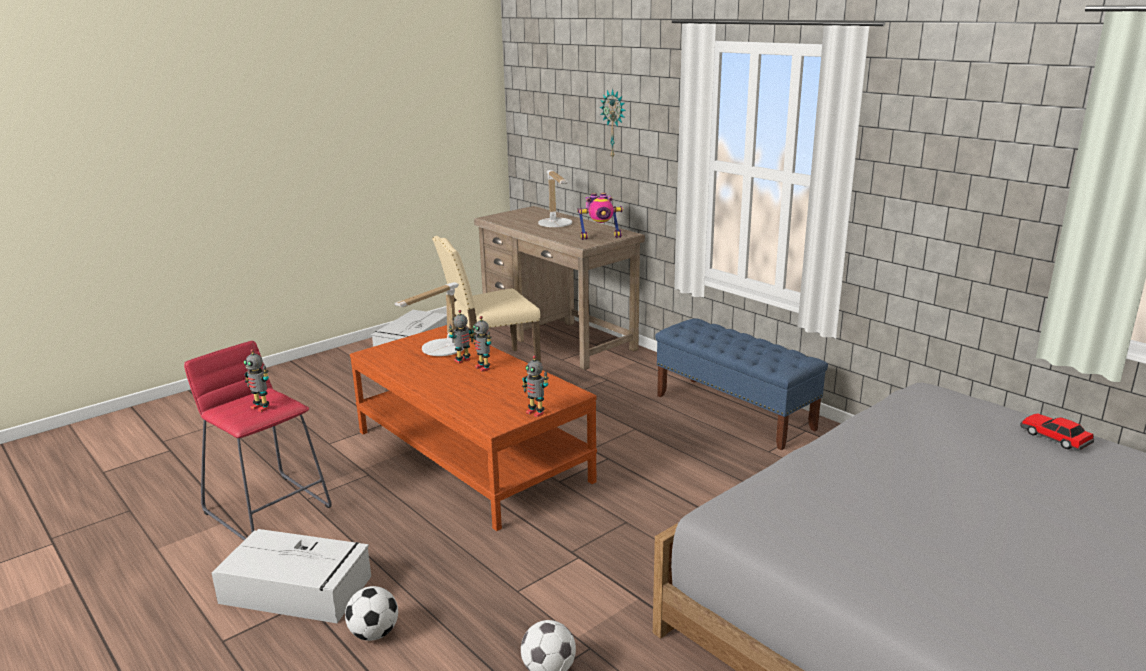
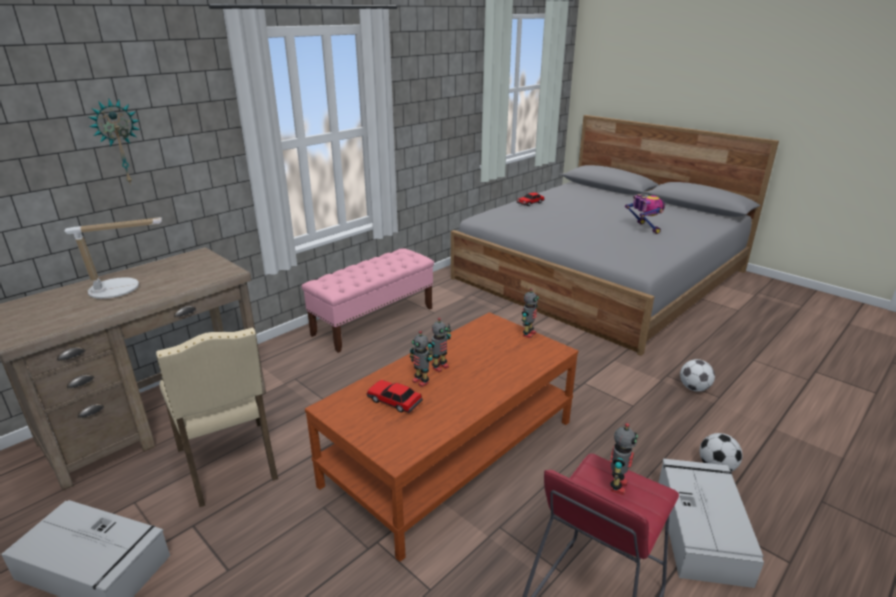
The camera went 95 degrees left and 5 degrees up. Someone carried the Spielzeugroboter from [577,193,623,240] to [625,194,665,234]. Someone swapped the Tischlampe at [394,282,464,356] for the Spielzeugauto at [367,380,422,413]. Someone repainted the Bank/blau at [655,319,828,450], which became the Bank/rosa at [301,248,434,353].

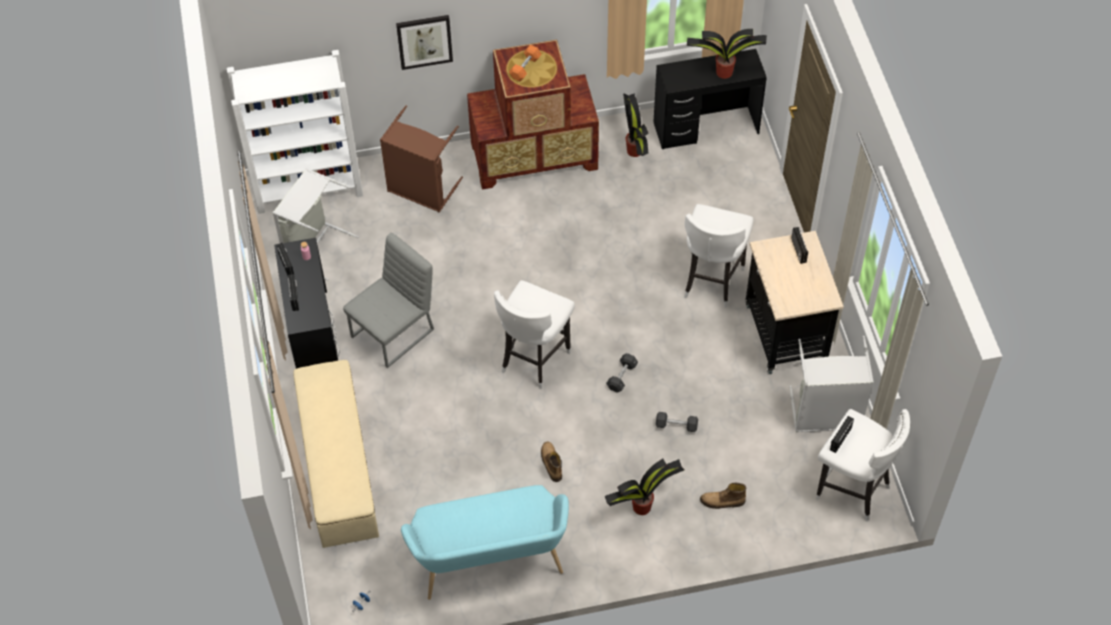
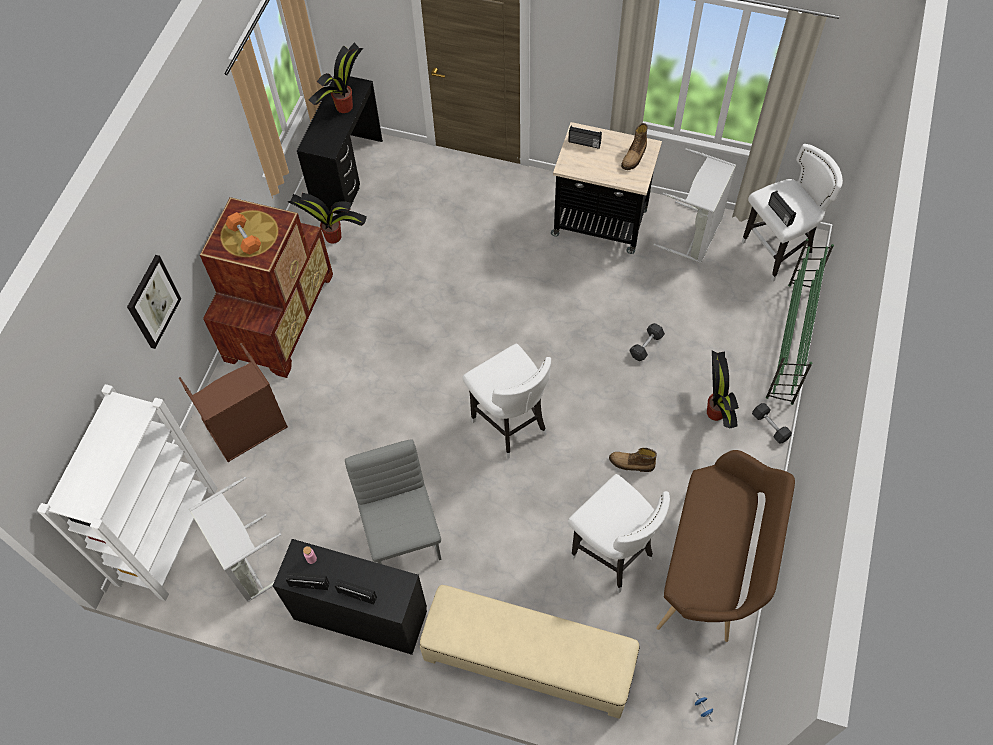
The camera went 60 degrees left and 5 degrees up. Someone carried the Hocker/weiß from [684,204,754,308] to [568,474,670,593]. Someone carried the Hantel/grau from [606,353,638,393] to [752,403,792,444]. Someone carried the Stiefel from [700,483,746,509] to [621,123,648,170]. Someone repainted the Bank/türkis at [401,485,569,600], which became the Bank/braun at [656,450,795,642]. Someone put down the Schuhregal/grün at [766,238,834,405].

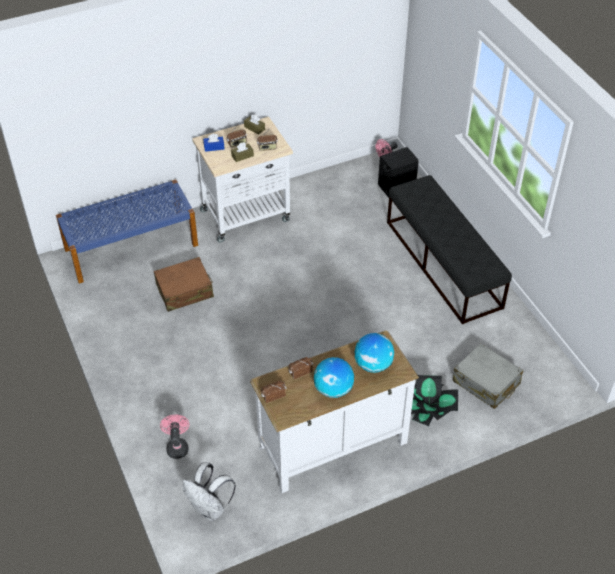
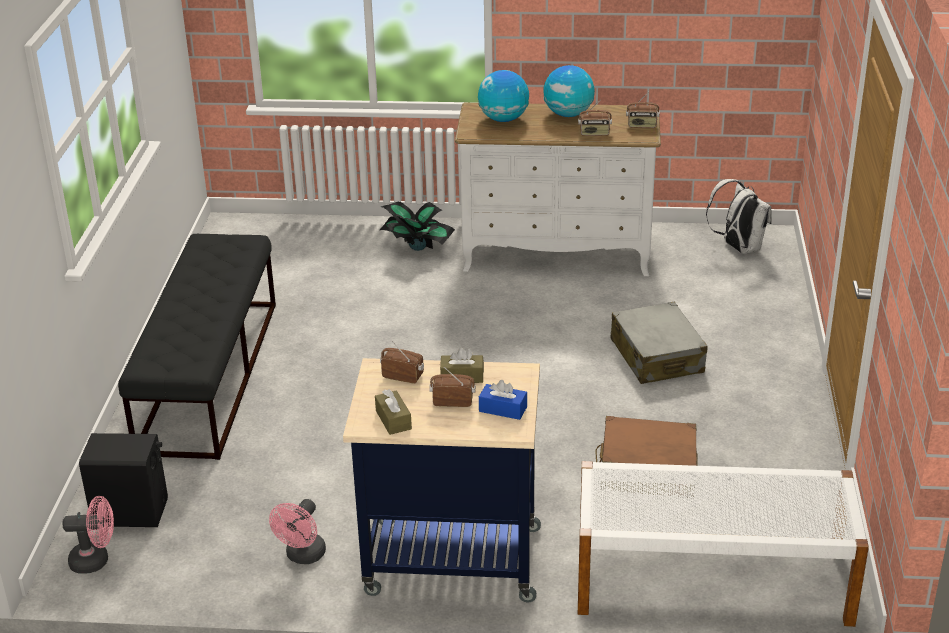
The camera went 150 degrees left and 15 degrees down. Someone repainted the Rollwagen/weiß at [192,117,293,243], which became the Rollwagen/blau at [343,358,541,602]. Someone repainted the Bank/blau at [56,179,198,284], which became the Bank/weiß at [578,461,869,627]. Someone carried the Koffer/grau from [453,343,523,409] to [610,302,708,384]. Someone carried the Ventilator/rosa from [160,415,189,459] to [269,499,326,564].

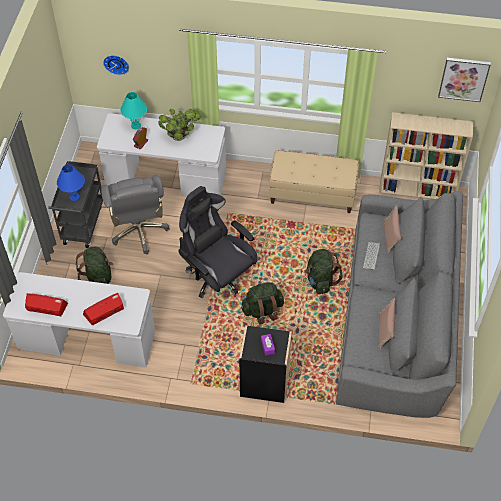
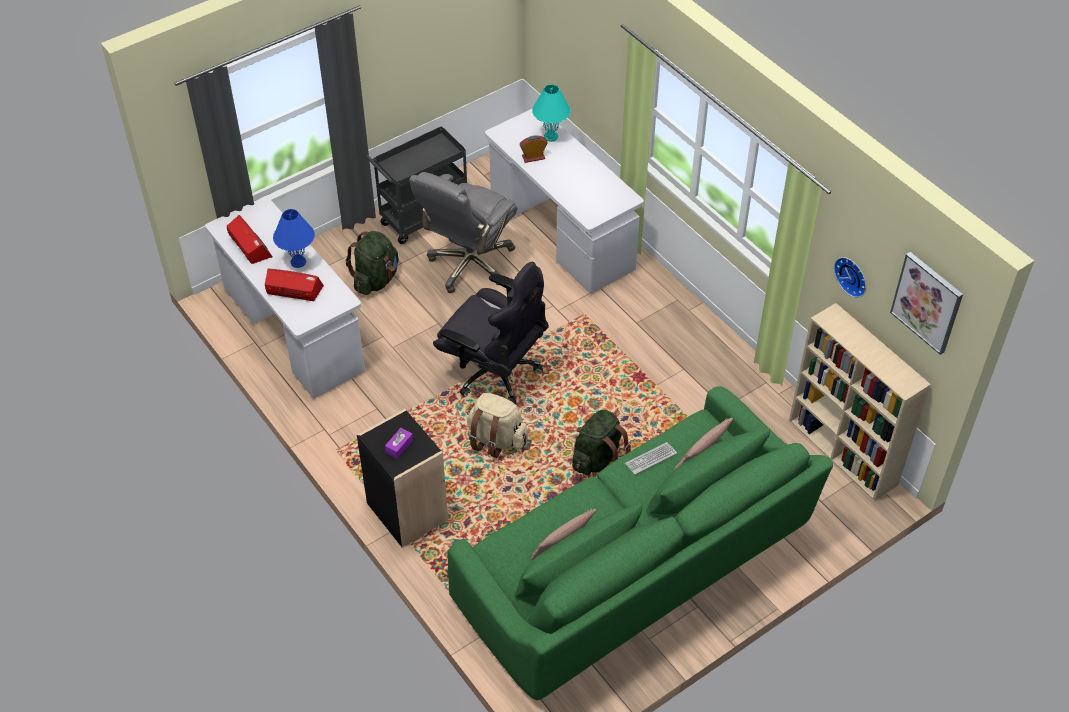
The camera went 45 degrees right and 5 degrees down. Someone carried the Wanduhr from [103,55,129,75] to [834,257,866,298]. Someone took away the Topfpflanze at [158,109,200,141]. Someone took away the Bank/beige at [269,150,359,213]. Someone carried the Tischlampe/blau from [57,164,85,201] to [273,209,315,268]. Someone rotated the Bürostuhl/schwarz at [178,186,258,298] by 120 degrees clockwise. Someone repainted the Sofa/grau at [336,191,463,418], which became the Sofa/grün at [448,386,833,700]. Someone repainted the Rucksack/grün at [241,282,284,324], which became the Rucksack/beige at [467,393,528,458].

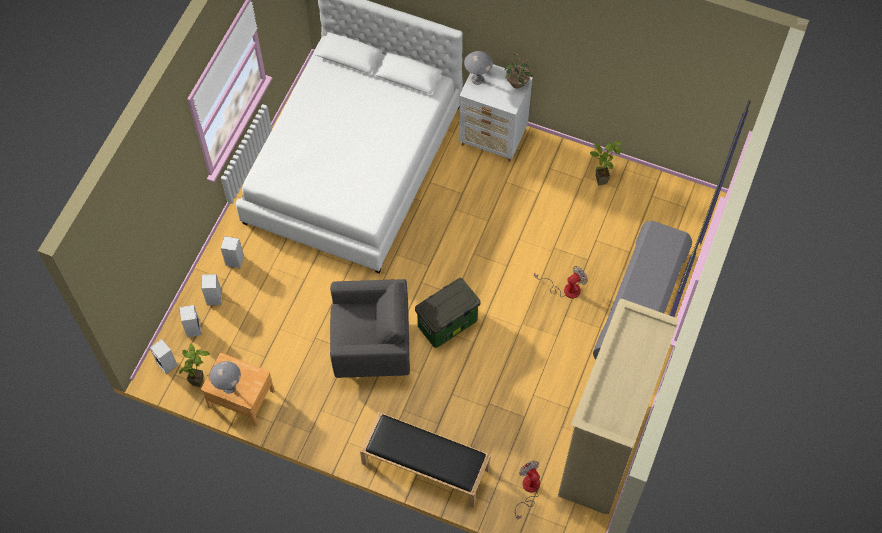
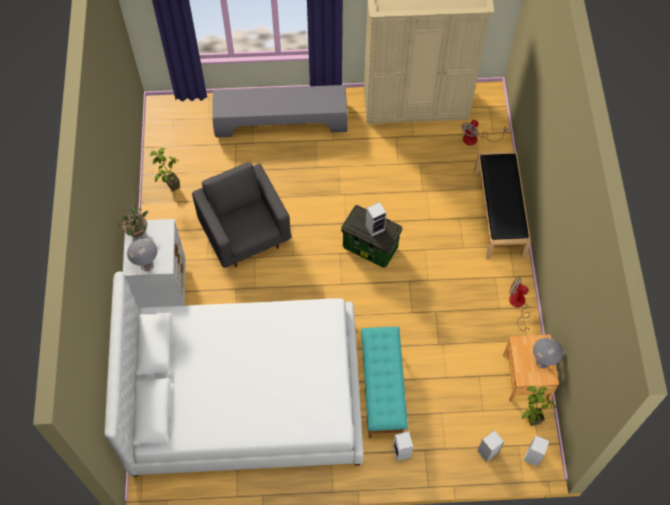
The camera went 115 degrees left and 0 degrees up. Someone carried the Ventilator from [534,266,588,298] to [509,277,530,331]. Someone carried the Lautsprecher from [201,274,222,306] to [365,202,387,236]. Someone carried the Sessel/grau from [330,279,410,378] to [192,162,291,268]. Someone put down the Bank/türkis at [361,327,408,439].

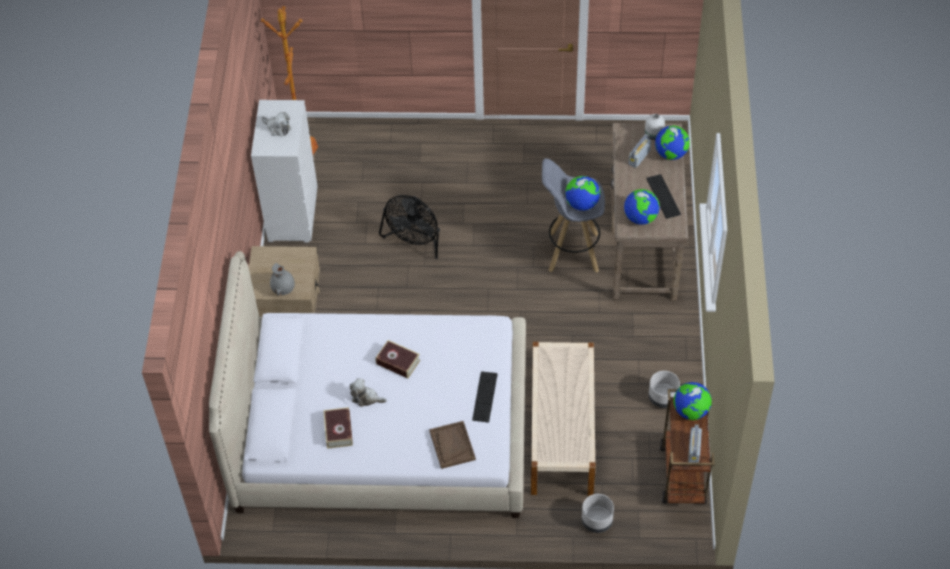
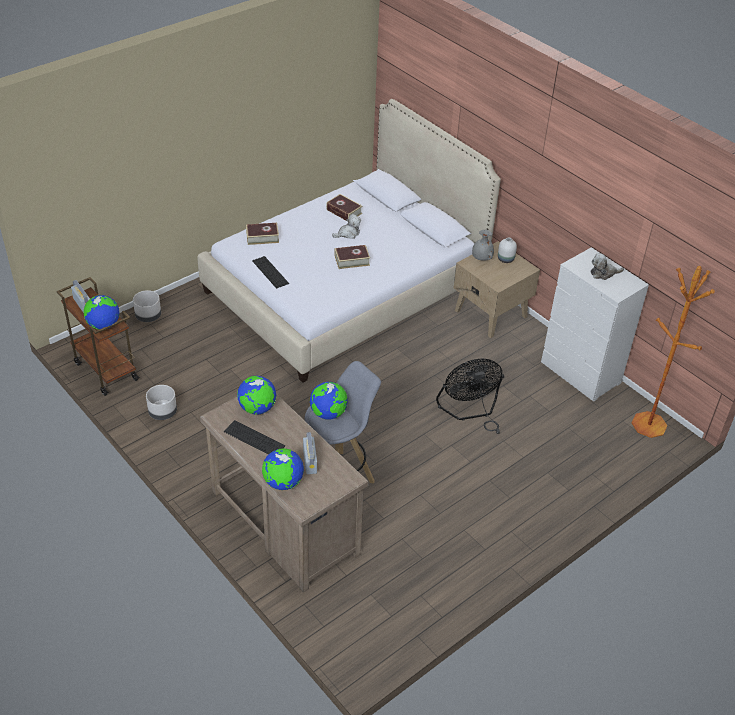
The camera went 135 degrees right and 10 degrees down. Someone carried the Vase/weiß from [645,114,665,140] to [498,237,517,263]. Someone took away the Bank/beige at [531,342,595,496]. Someone swapped the Tablett/braun at [429,421,476,469] for the Buch at [246,223,279,245].

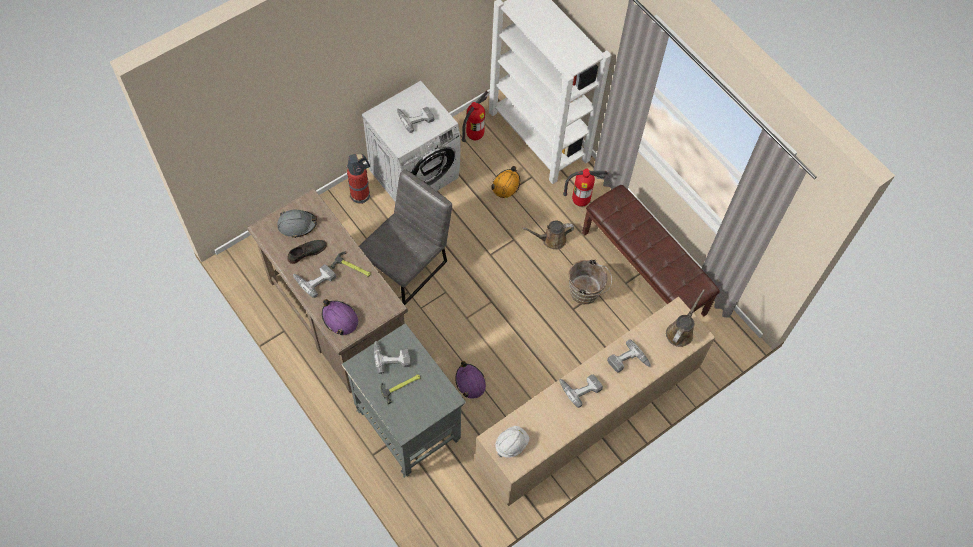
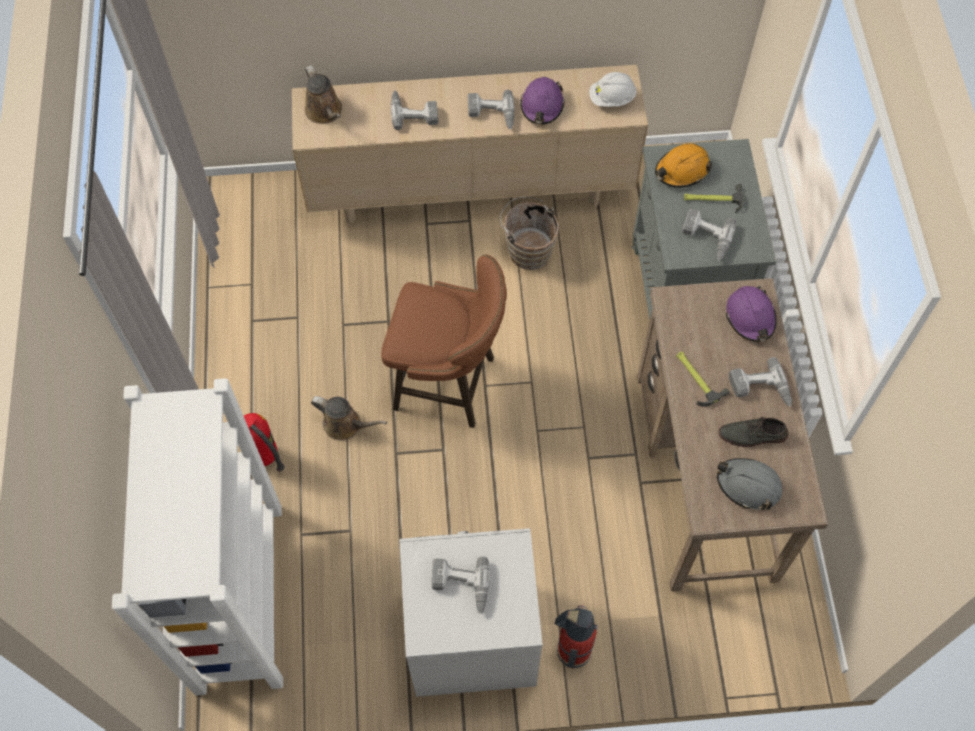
The camera went 145 degrees left and 0 degrees up. Someone took away the Feuerlöscher at [462,91,489,142]. Someone carried the Schutzhelm/orange from [491,166,520,198] to [655,144,712,188]. Someone took away the Stuhl/grau at [359,169,452,305]. Someone took away the Bank/braun at [582,185,720,317]. Someone carried the Eimer/braun from [568,260,612,304] to [500,197,559,270]. Someone rotated the Gießkanne/braun at [666,289,705,347] by 90 degrees counterclockwise. Someone carried the Schutzhelm/lila from [455,361,486,398] to [520,77,565,124]. Someone put down the Hocker/braun at [381,255,507,428].

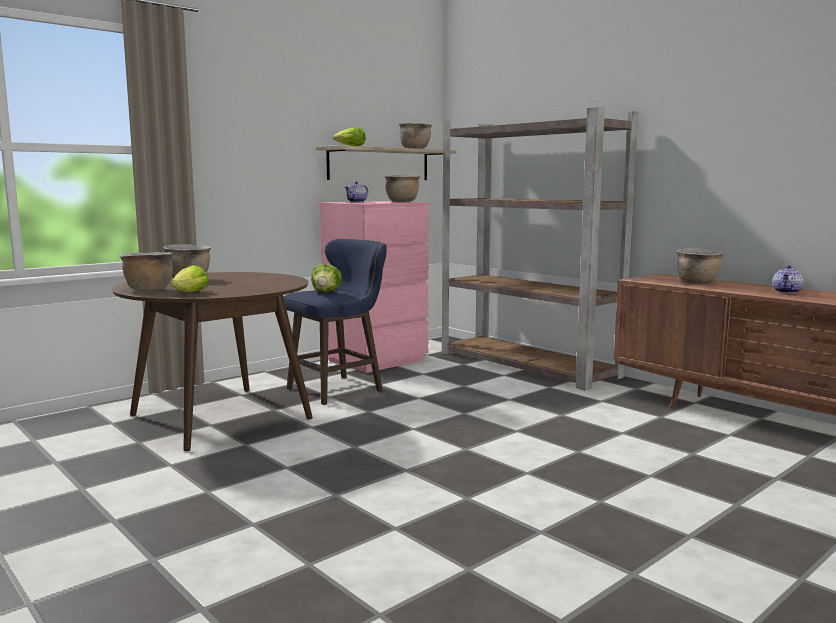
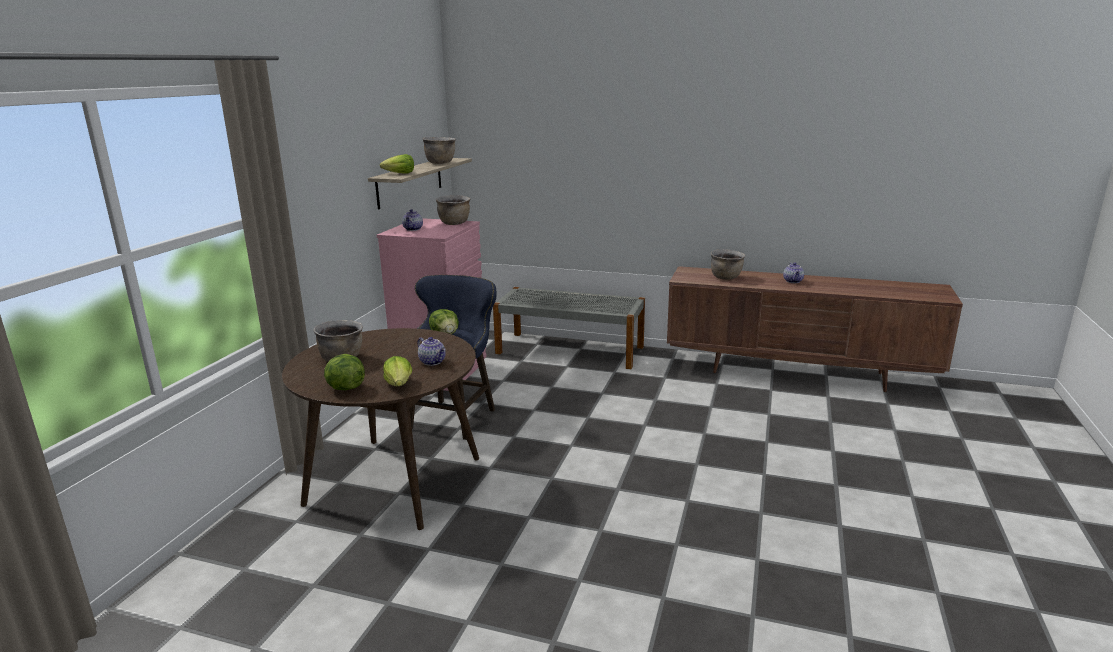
The camera went 30 degrees left and 10 degrees up. Someone swapped the Bücherregal/braun at [442,107,638,390] for the Bank/grau at [493,287,645,369]. Someone swapped the Kochtopf/braun at [120,252,173,291] for the Salatkopf at [324,354,365,390]. Someone put down the Teekanne at [418,337,446,366].

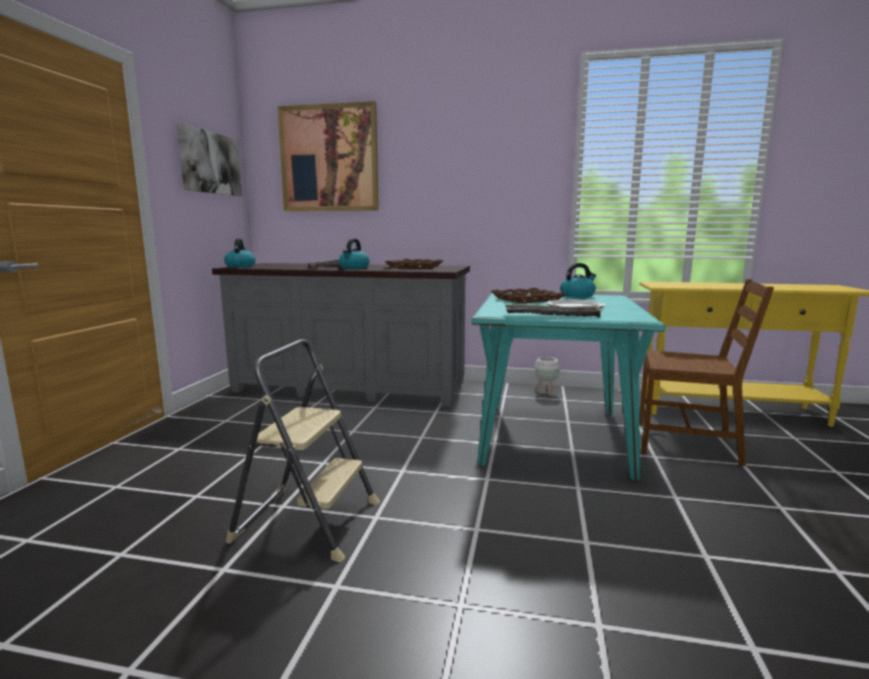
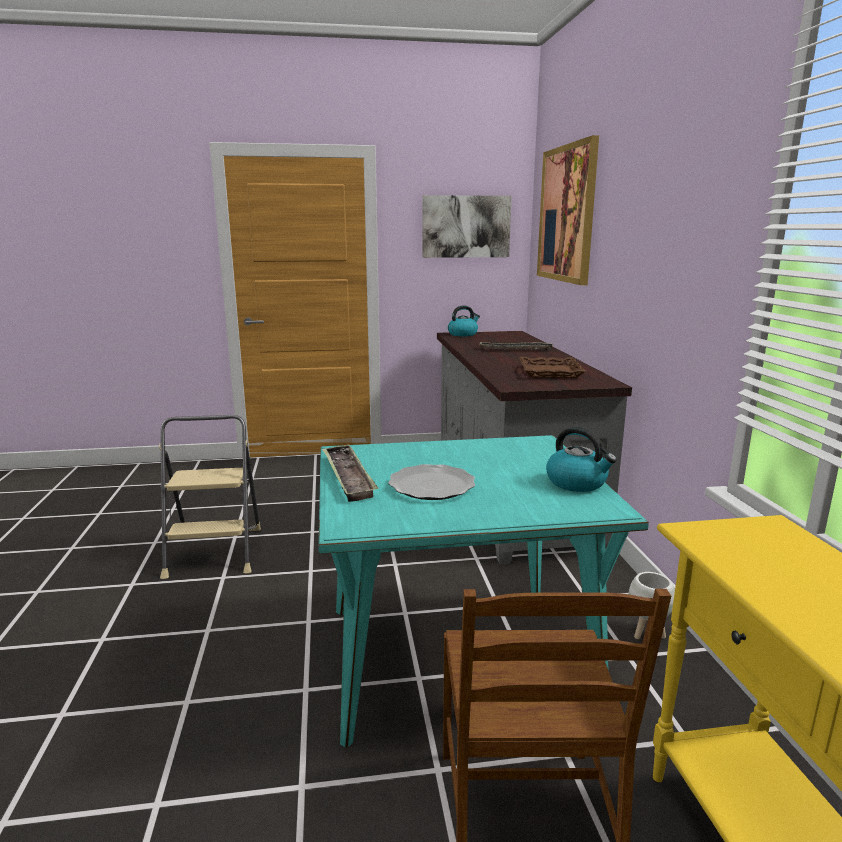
The camera went 70 degrees right and 5 degrees up. Someone took away the Wasserkessel at [339,238,370,269]. Someone took away the Tablett/braun at [491,288,566,304].

